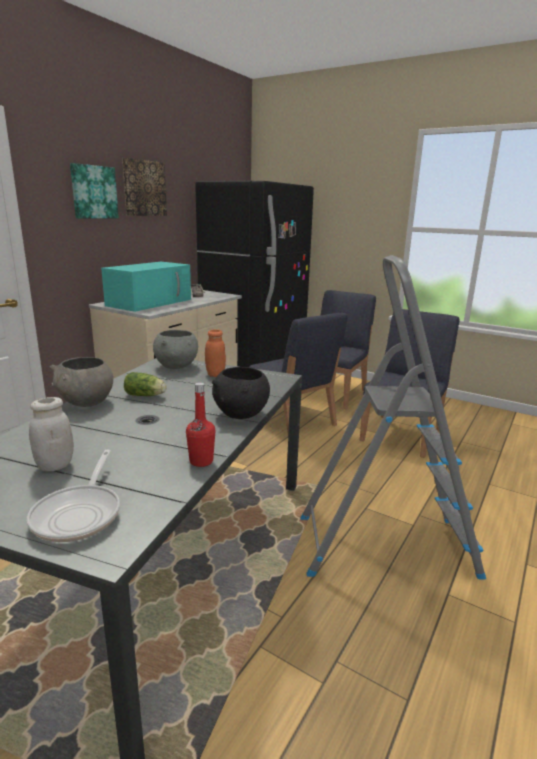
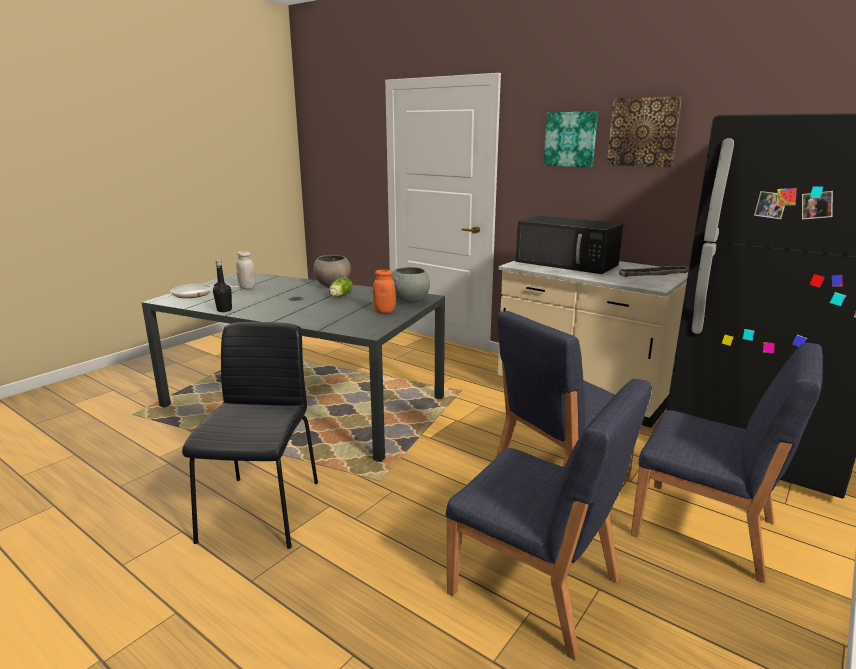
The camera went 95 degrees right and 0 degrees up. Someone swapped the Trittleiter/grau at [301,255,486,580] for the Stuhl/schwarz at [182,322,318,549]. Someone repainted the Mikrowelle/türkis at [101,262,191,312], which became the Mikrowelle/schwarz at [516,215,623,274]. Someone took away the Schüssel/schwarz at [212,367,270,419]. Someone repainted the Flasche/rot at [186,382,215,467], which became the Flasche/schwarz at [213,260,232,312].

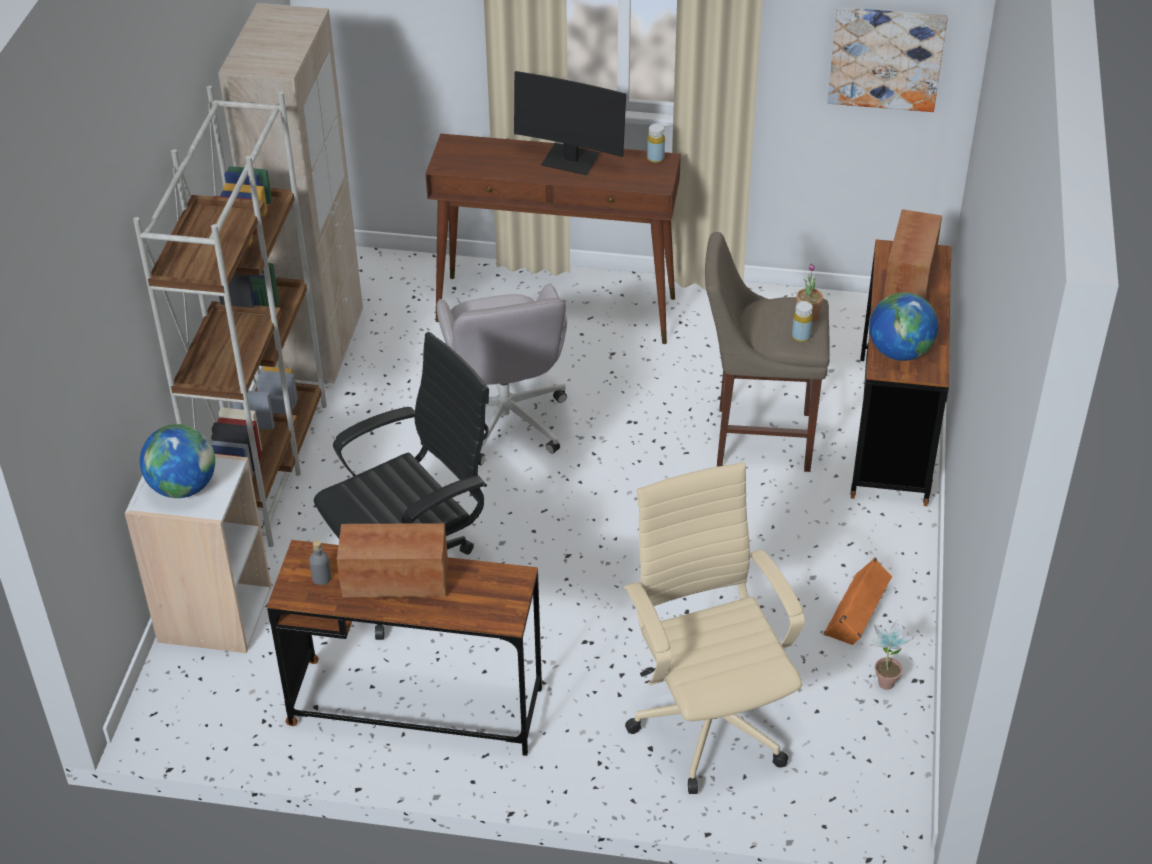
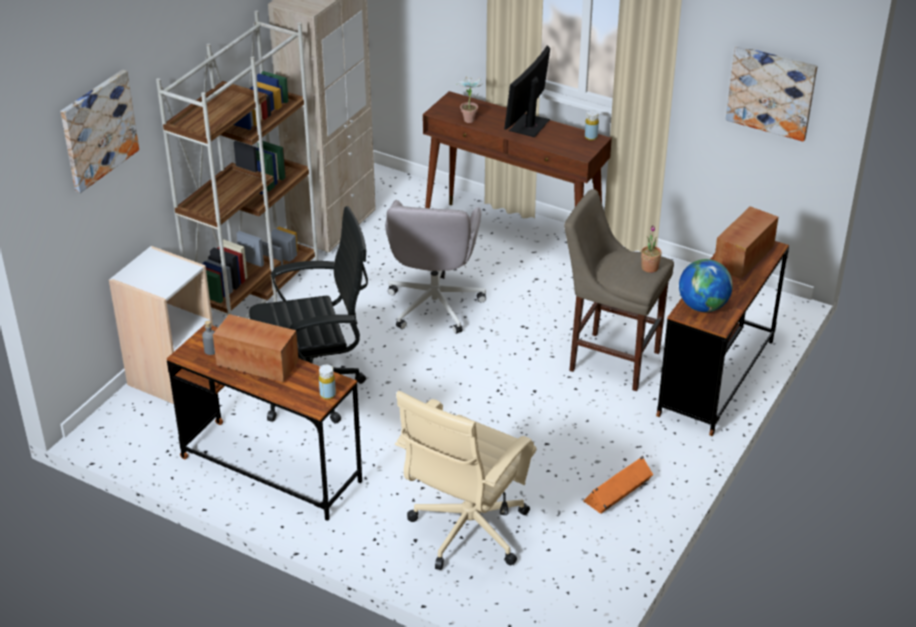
The camera went 20 degrees right and 5 degrees down. Someone rotated the Monitor at [514,71,626,175] by 75 degrees clockwise. Someone carried the Flasche/gelb from [792,301,813,342] to [319,365,336,400]. Someone took away the Globus at [140,424,215,498]. Someone rotated the Bürostuhl/beige at [624,462,805,794] by 150 degrees counterclockwise. Someone carried the Topfpflanze from [870,621,915,690] to [456,77,484,123]. Someone put up the Bild at [60,70,139,193].

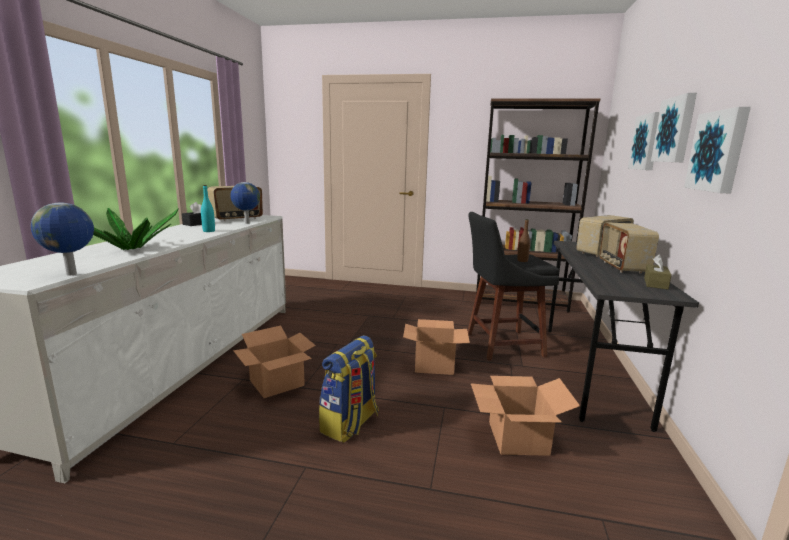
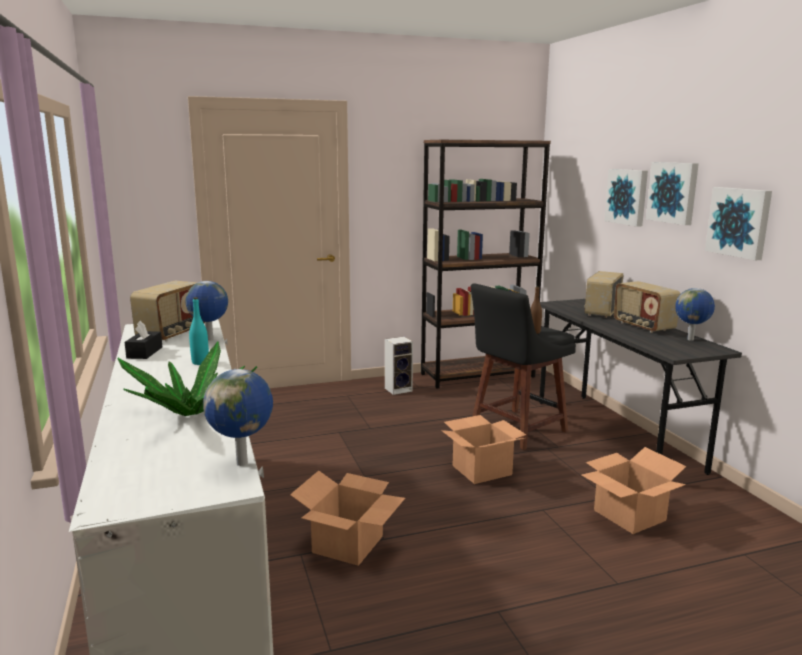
The camera went 30 degrees left and 0 degrees up. Someone swapped the Taschentuchbox/braun at [644,255,672,290] for the Globus at [675,288,715,341]. Someone took away the Rucksack at [319,335,379,443]. Someone put down the Lautsprecher at [385,337,413,395].

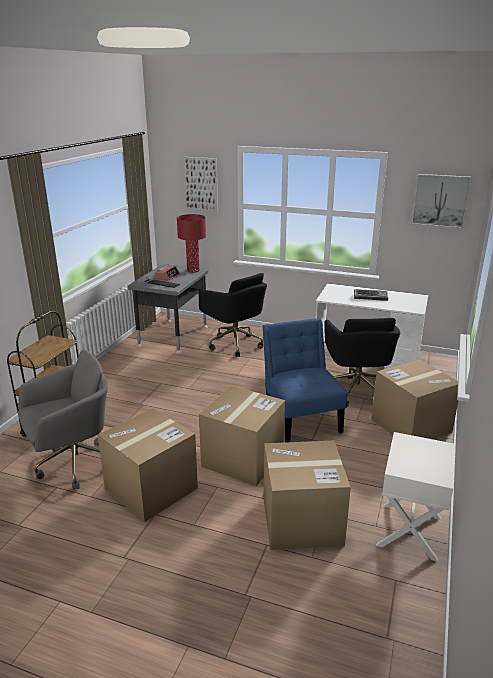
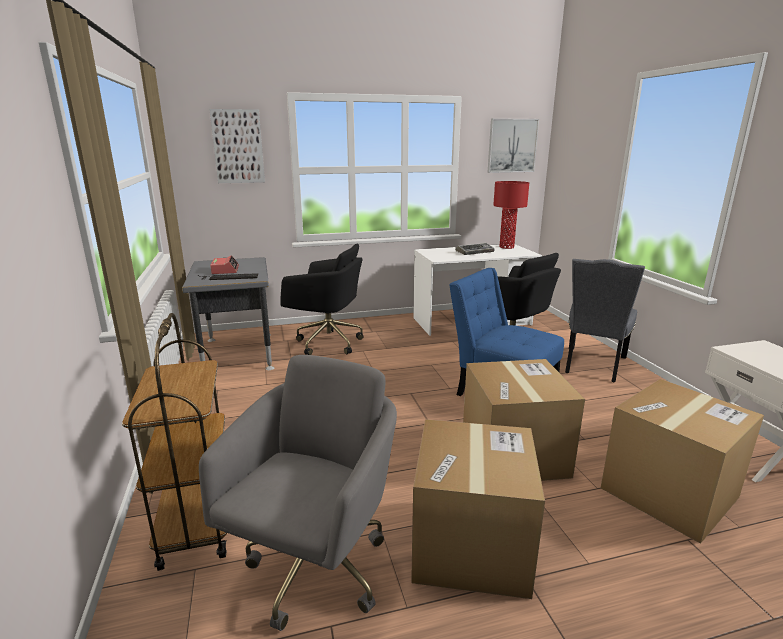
The camera went 35 degrees left and 5 degrees down. Someone carried the Tischlampe/rot from [177,214,206,273] to [493,181,529,249]. Someone swapped the Karton at [371,359,458,439] for the Stuhl/grau at [565,259,645,382].

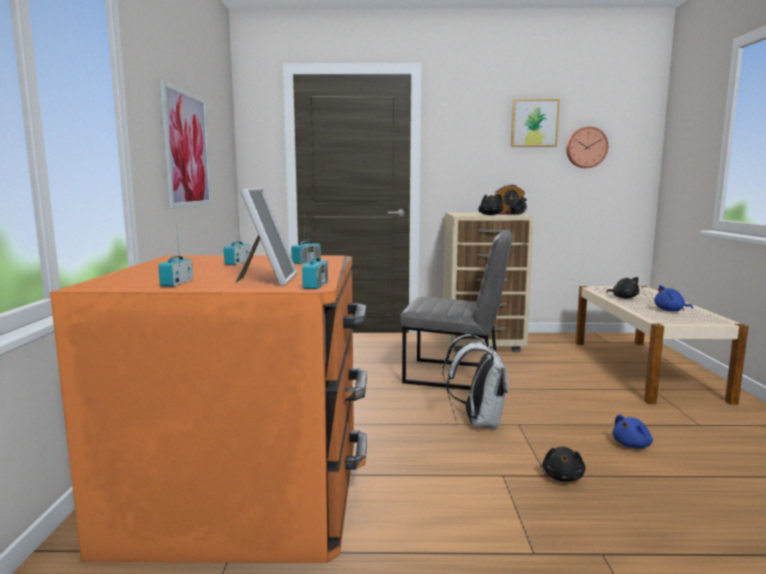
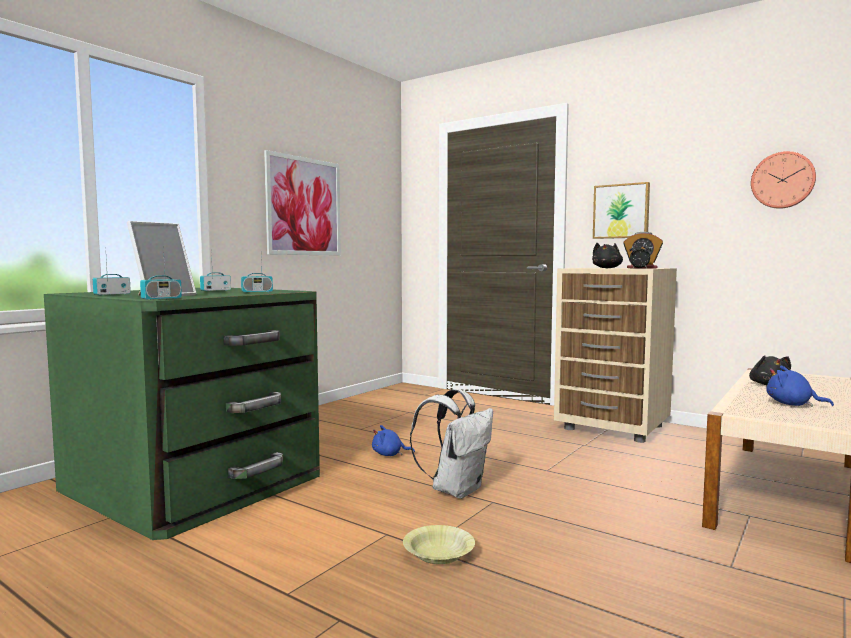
The camera went 35 degrees right and 5 degrees down. Someone carried the Bild from [511,99,560,147] to [593,182,650,239]. Someone took away the Stuhl/grau at [400,230,512,390]. Someone repainted the Kommode/orange at [50,255,367,563], which became the Kommode/grün at [44,288,320,540]. Someone carried the Plüschtier/blau from [613,414,653,448] to [372,425,415,456]. Someone swapped the Plüschtier/schwarz at [542,447,586,482] for the Schüssel/gelb at [403,525,475,564].

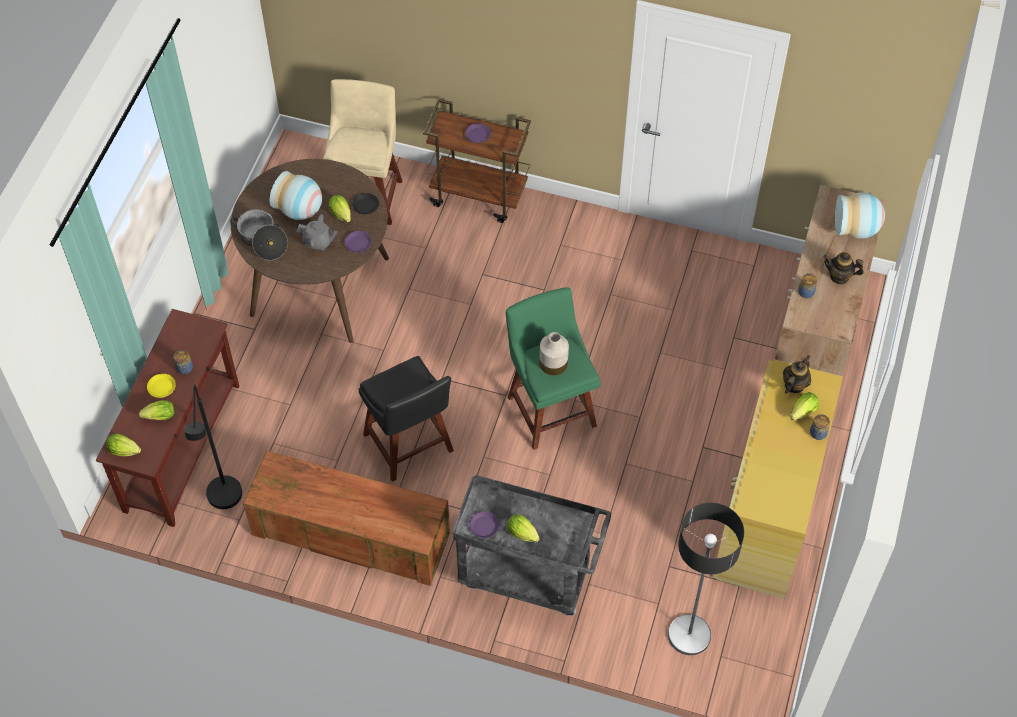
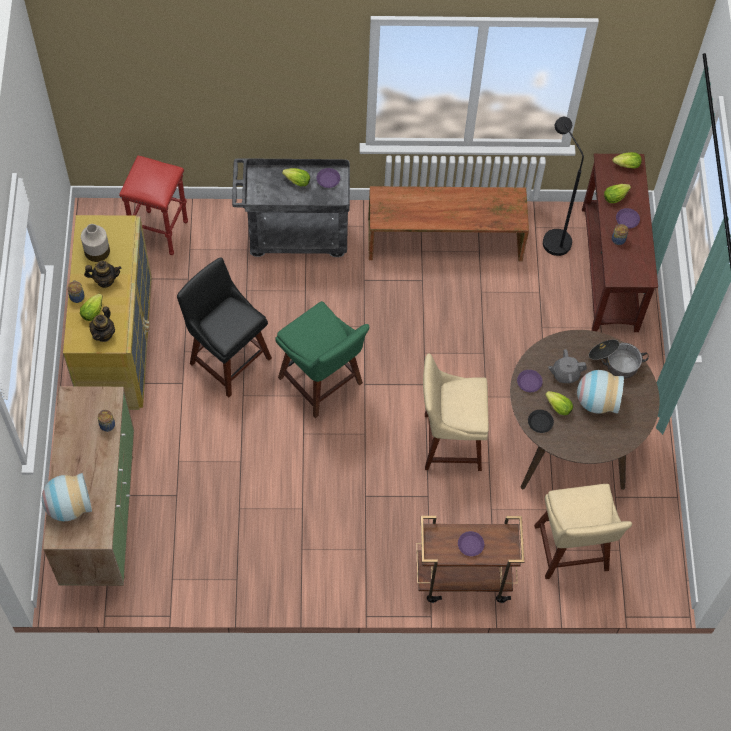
The camera went 160 degrees right and 5 degrees up. Someone carried the Teekanne from [823,252,864,284] to [84,261,121,288]. Someone carried the Vase/beige from [539,332,569,375] to [81,224,110,262]. Someone carried the Stuhl/schwarz from [359,356,454,482] to [177,257,272,398]. Someone repainted the Teller/gelb at [147,374,176,398], which became the Teller/lila at [616,208,640,228]. Someone swapped the Stehlampe at [668,503,744,655] for the Hocker/rot at [119,156,188,255]. Someone put down the Stuhl/beige at [423,353,489,471].

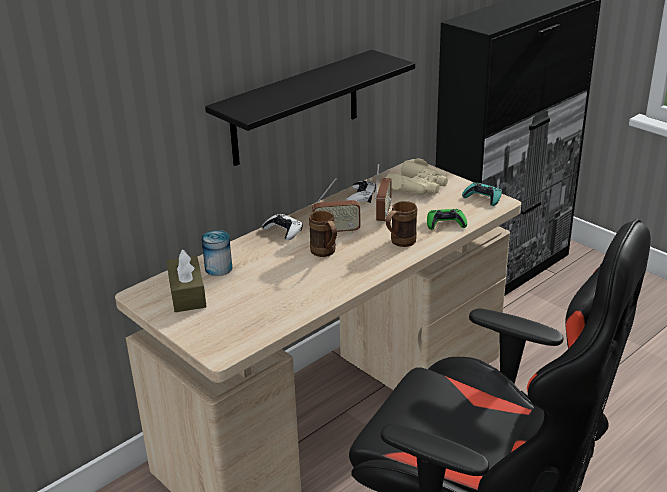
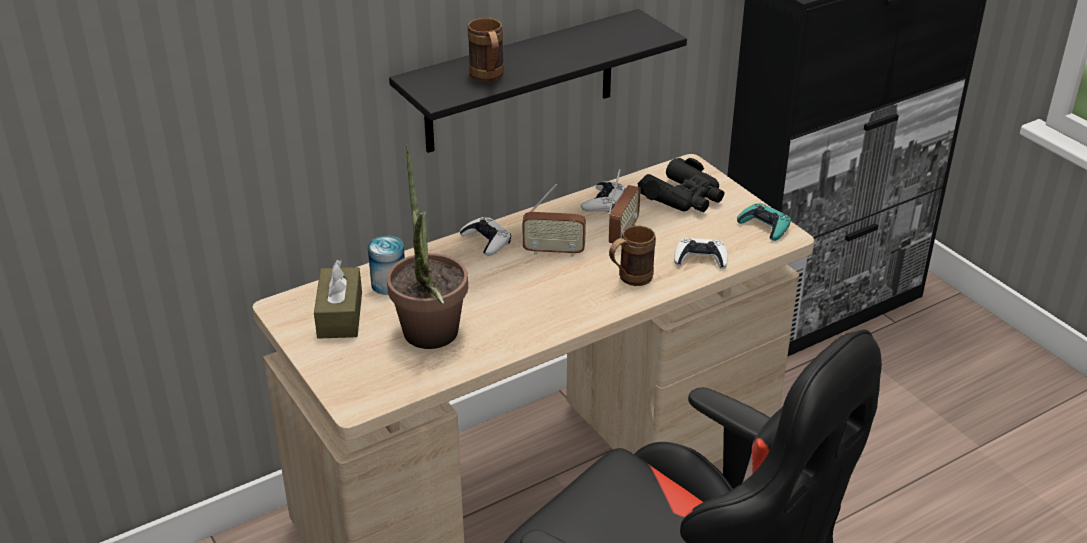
The camera went 10 degrees right and 5 degrees up. Someone repainted the Fernglas/beige at [386,158,448,195], which became the Fernglas/schwarz at [638,158,725,212]. Someone repainted the Gamepad/grün at [427,209,467,230], which became the Gamepad/weiß at [674,238,728,269]. Someone carried the Henkelbecher/braun from [309,210,337,257] to [468,18,504,83]. Someone put down the Topfpflanze at [387,145,468,349].

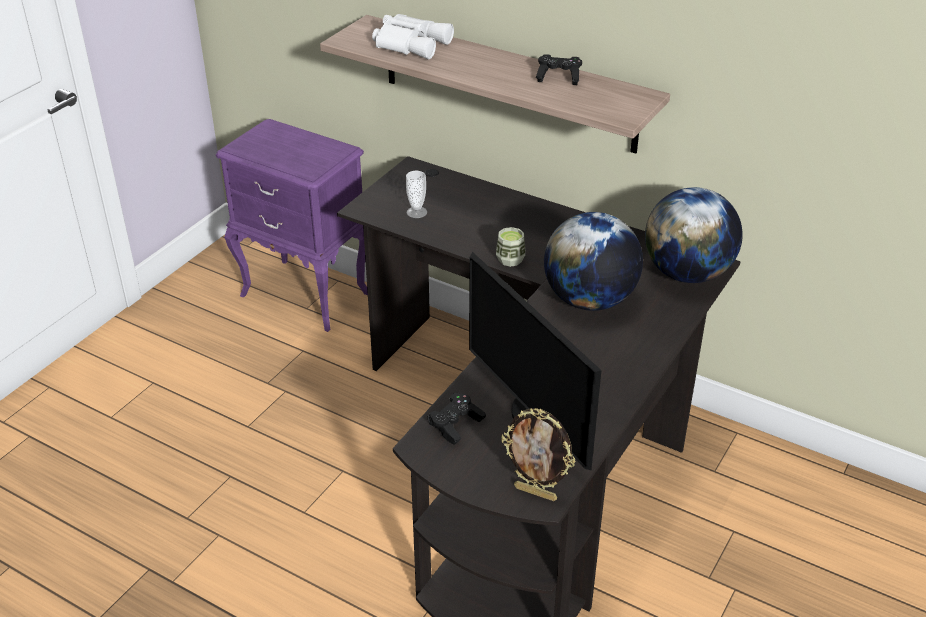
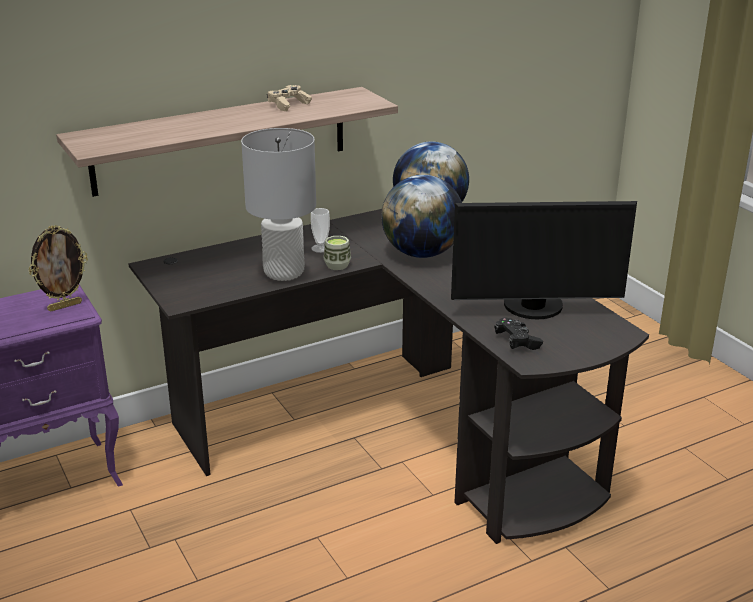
The camera went 60 degrees left and 10 degrees down. Someone took away the Fernglas/weiß at [372,14,454,59]. Someone repainted the Gamepad/schwarz at [536,54,582,85], which became the Gamepad/beige at [267,85,312,111]. Someone carried the Tasse from [406,171,427,218] to [311,208,330,253]. Someone carried the Bilderrahmen from [501,408,576,501] to [29,225,88,312]. Someone put down the Tischlampe/grau at [241,128,316,281].

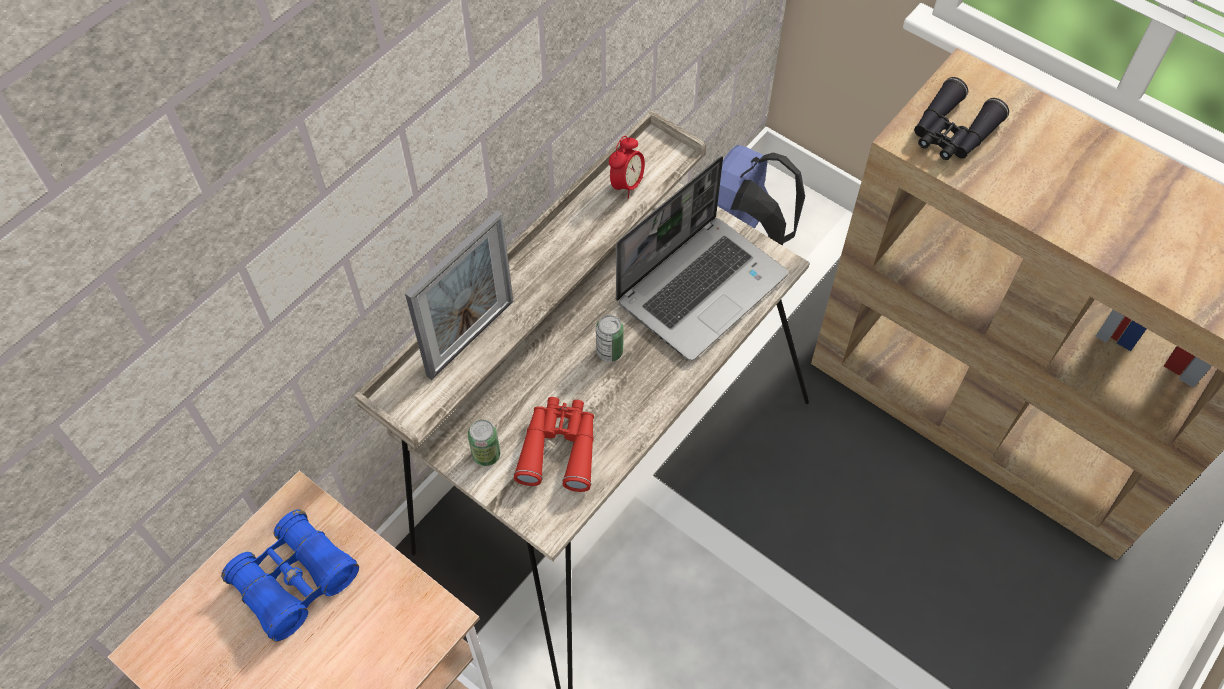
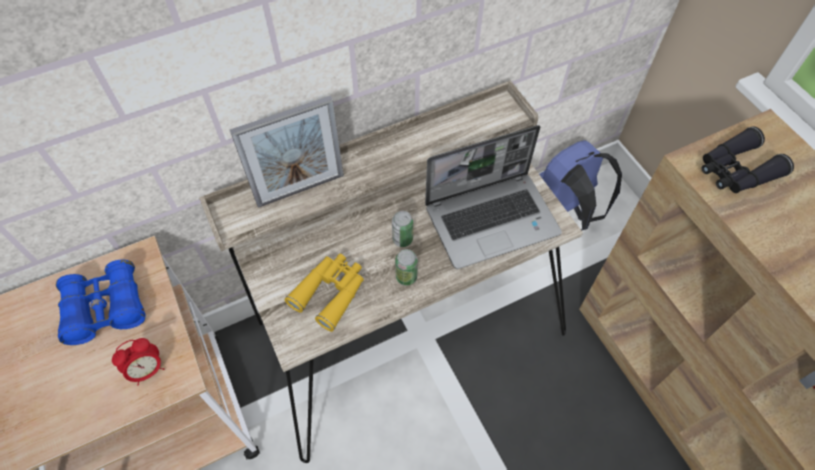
The camera went 25 degrees right and 0 degrees up. Someone carried the Wecker from [609,136,645,199] to [112,338,164,385]. Someone repainted the Fernglas/rot at [514,397,594,492], which became the Fernglas/gelb at [284,254,364,332]. Someone carried the Dose from [468,420,500,466] to [395,249,418,286].

